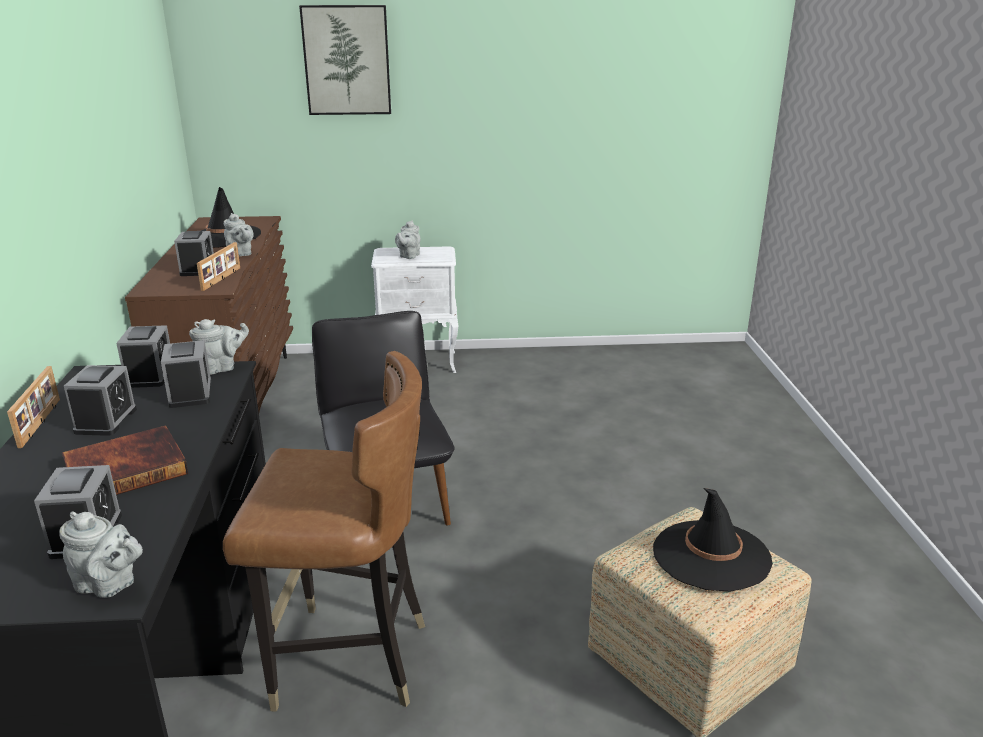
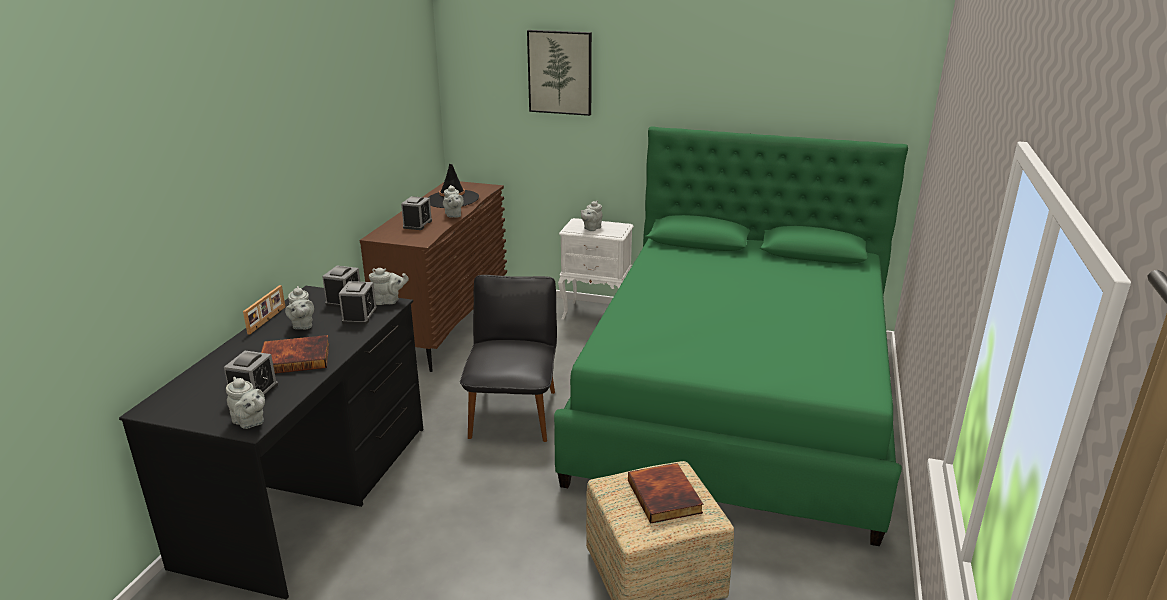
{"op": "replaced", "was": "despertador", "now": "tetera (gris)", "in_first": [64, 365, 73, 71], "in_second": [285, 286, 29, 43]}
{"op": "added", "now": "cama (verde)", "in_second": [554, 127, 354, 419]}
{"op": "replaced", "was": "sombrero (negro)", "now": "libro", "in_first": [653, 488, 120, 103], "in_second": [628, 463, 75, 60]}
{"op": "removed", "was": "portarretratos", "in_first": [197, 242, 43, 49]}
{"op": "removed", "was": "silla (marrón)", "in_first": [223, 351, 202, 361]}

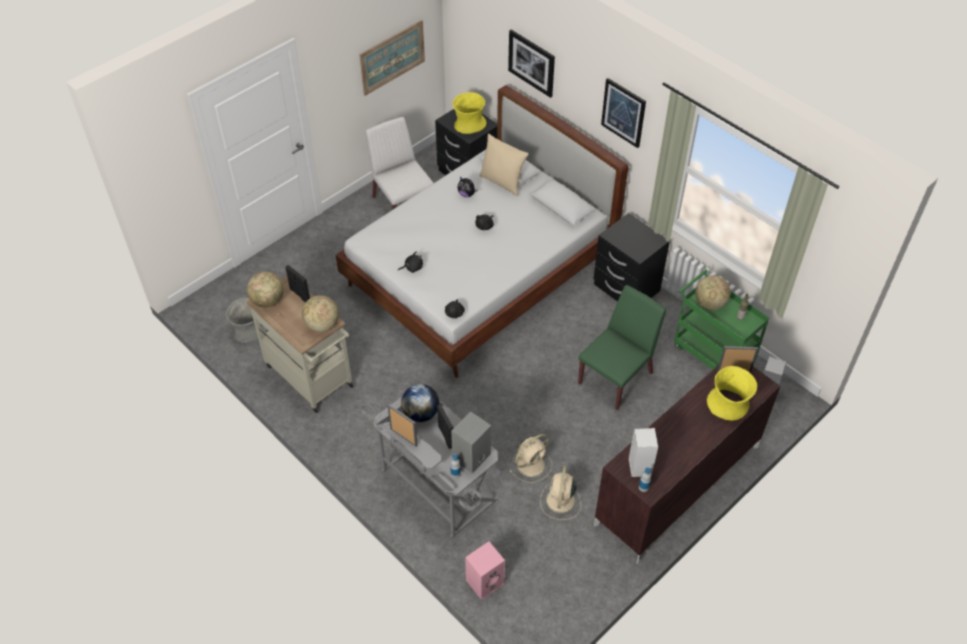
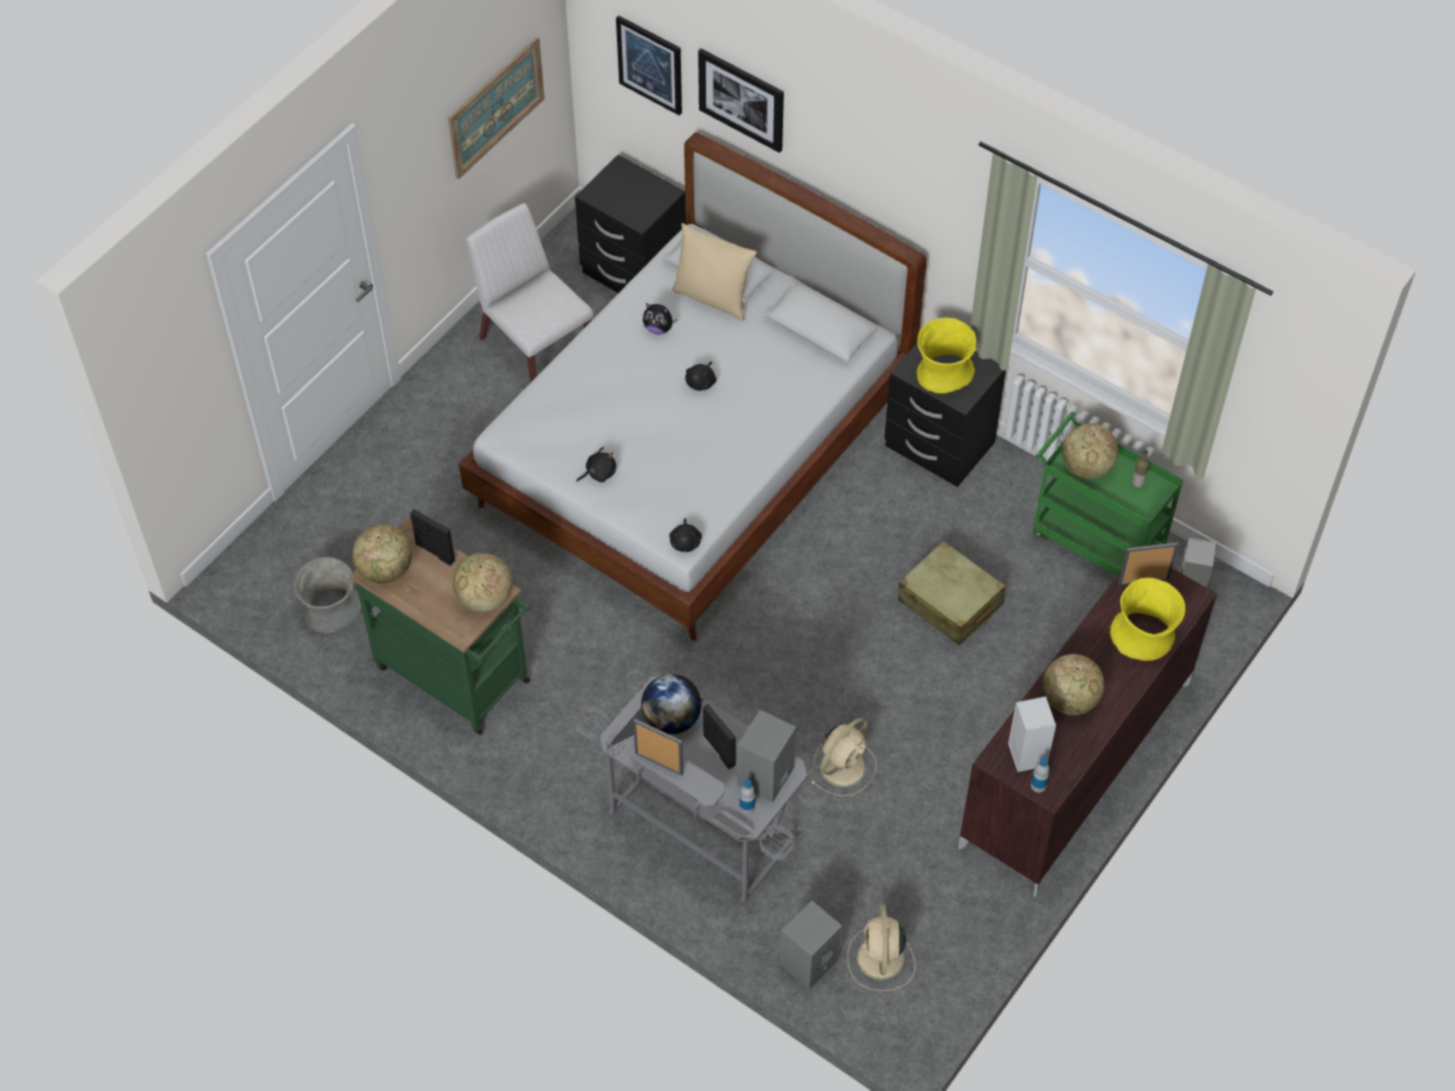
{"op": "recoloured", "was": "carrito (beis)", "now": "carrito (verde)", "in_first": [246, 276, 107, 137], "in_second": [350, 518, 180, 217]}
{"op": "moved", "was": "cuadro", "in_first": [601, 78, 45, 70], "in_second": [616, 15, 66, 101]}
{"op": "recoloured", "was": "altavoz (rosa)", "now": "altavoz (gris)", "in_first": [465, 541, 40, 59], "in_second": [780, 901, 62, 89]}
{"op": "moved", "was": "ventilador (beis)", "in_first": [540, 465, 41, 55], "in_second": [848, 904, 68, 87]}
{"op": "replaced", "was": "silla (verde)", "now": "maleta (beis)", "in_first": [578, 285, 88, 125], "in_second": [898, 541, 108, 104]}
{"op": "moved", "was": "florero (amarillo)", "in_first": [453, 92, 34, 42], "in_second": [917, 318, 59, 75]}
{"op": "added", "now": "globo terráqueo", "in_second": [1043, 654, 61, 61]}

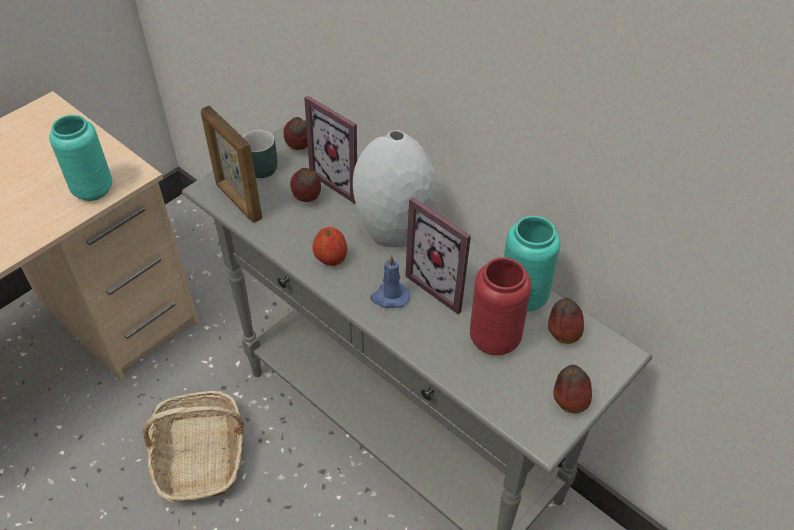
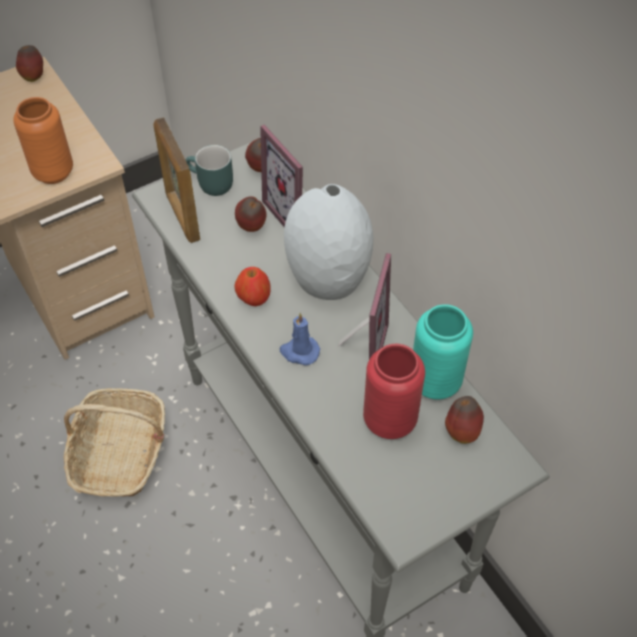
{"op": "recoloured", "was": "florero (turquesa)", "now": "florero (naranja)", "in_first": [49, 115, 63, 86], "in_second": [13, 97, 60, 87]}
{"op": "moved", "was": "manzana", "in_first": [553, 365, 39, 49], "in_second": [16, 45, 27, 37]}
{"op": "turned", "was": "portarretratos", "in_first": [405, 197, 66, 117], "in_second": [338, 253, 53, 106], "clockwise": -135}

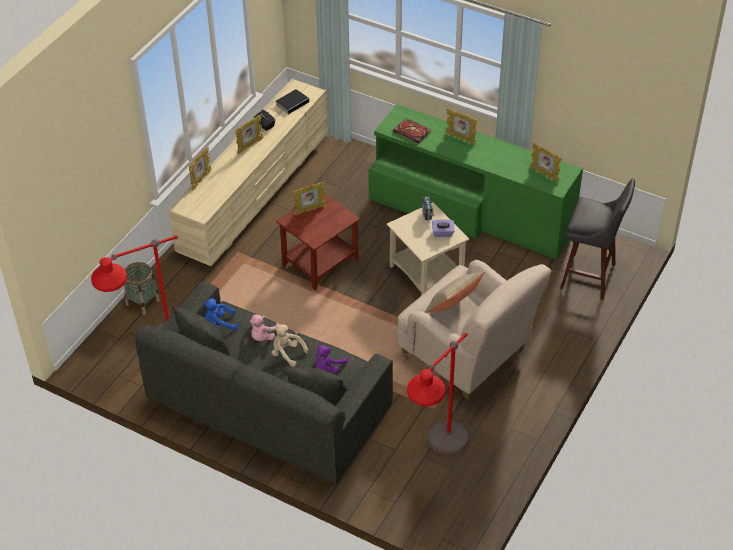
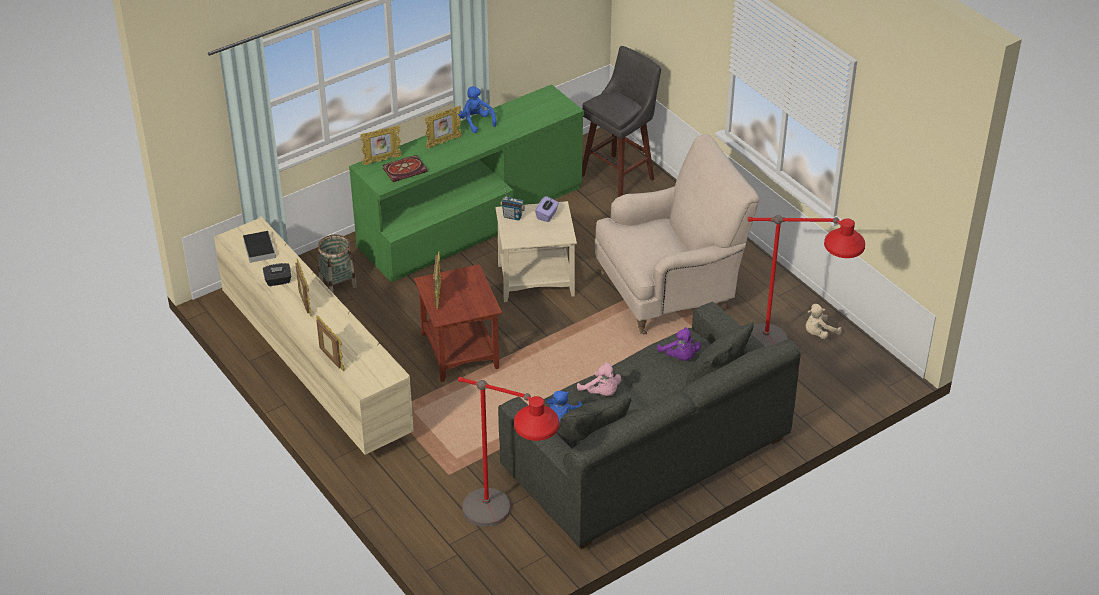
{"op": "moved", "was": "cesta", "in_first": [124, 262, 36, 53], "in_second": [318, 235, 39, 59]}
{"op": "moved", "was": "portarretratos", "in_first": [530, 142, 32, 40], "in_second": [360, 125, 42, 40]}
{"op": "added", "now": "peluche (azul)", "in_second": [458, 86, 38, 47]}
{"op": "moved", "was": "peluche (beis)", "in_first": [271, 324, 37, 43], "in_second": [806, 304, 36, 35]}
{"op": "removed", "was": "cojín (beis)", "in_first": [425, 271, 60, 42]}

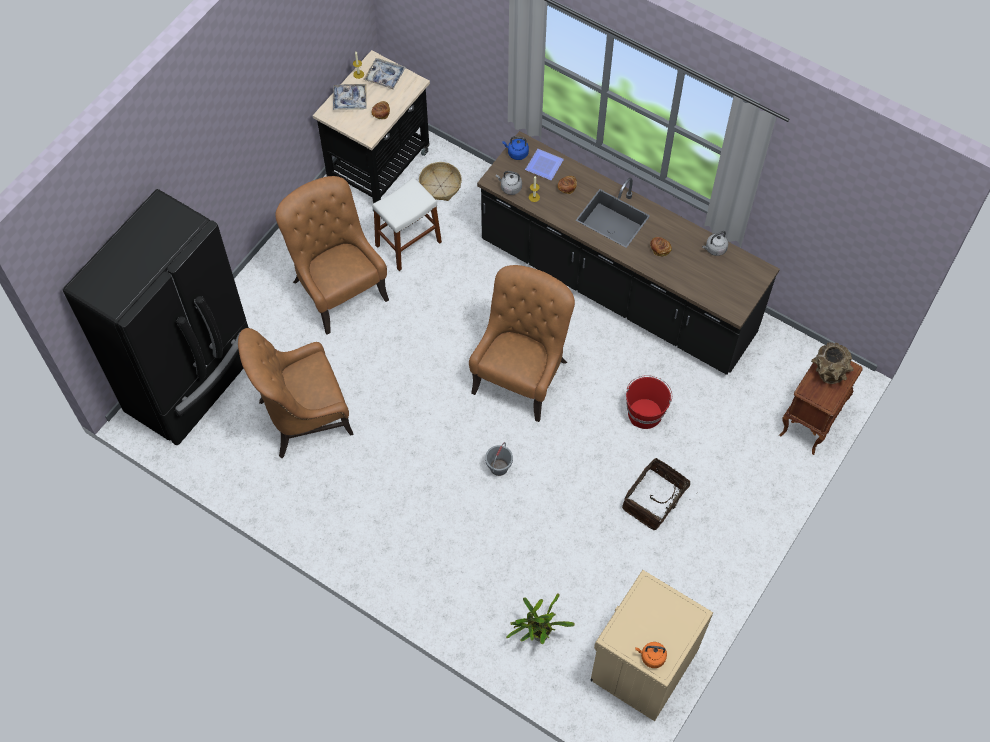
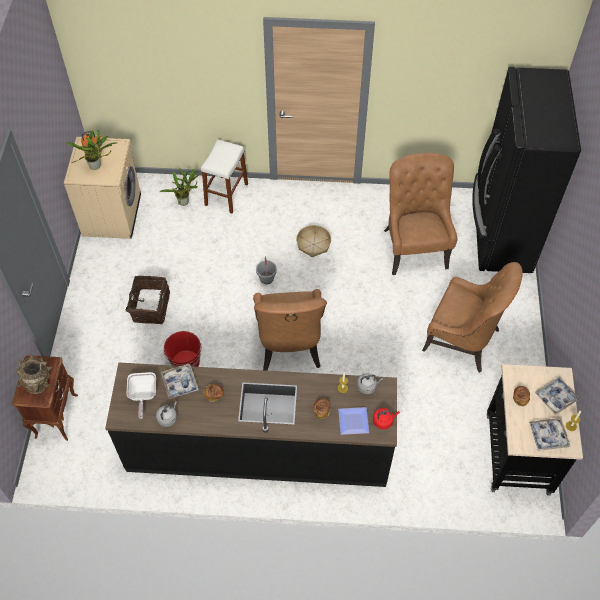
{"op": "added", "now": "planta en maceta", "in_second": [66, 129, 50, 41]}
{"op": "added", "now": "sartén", "in_second": [127, 372, 29, 47]}
{"op": "added", "now": "bandeja", "in_second": [161, 364, 38, 35]}
{"op": "moved", "was": "taburete (blanco)", "in_first": [372, 177, 70, 94], "in_second": [201, 139, 47, 75]}
{"op": "moved", "was": "cesta", "in_first": [419, 162, 43, 39], "in_second": [296, 225, 35, 32]}
{"op": "recoloured", "was": "hervidor (azul)", "now": "hervidor (rojo)", "in_first": [502, 136, 27, 24], "in_second": [373, 408, 27, 21]}
{"op": "turned", "was": "silla (marrón)", "in_first": [238, 328, 116, 130], "in_second": [384, 153, 73, 122], "clockwise": -45}

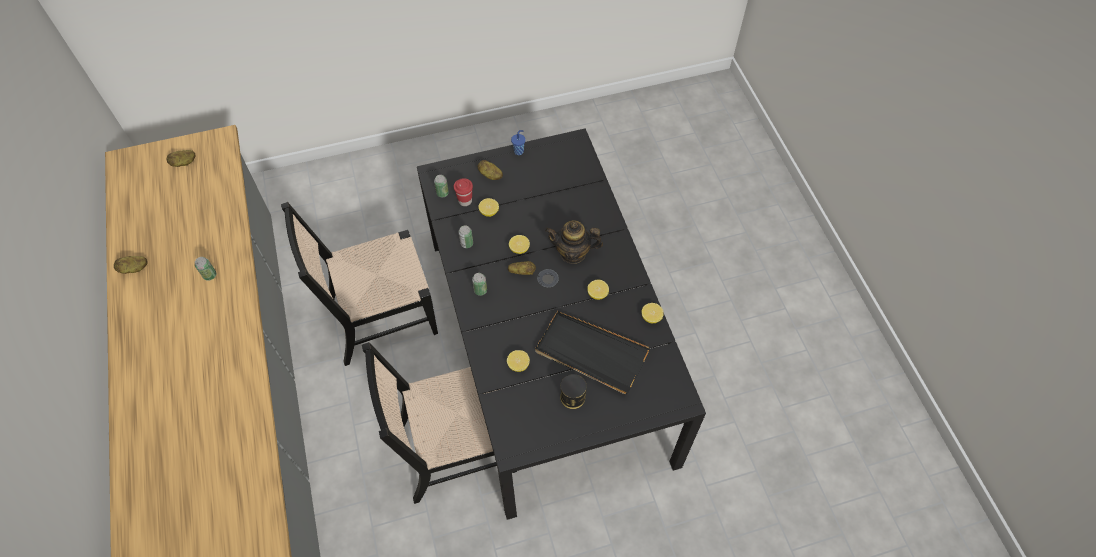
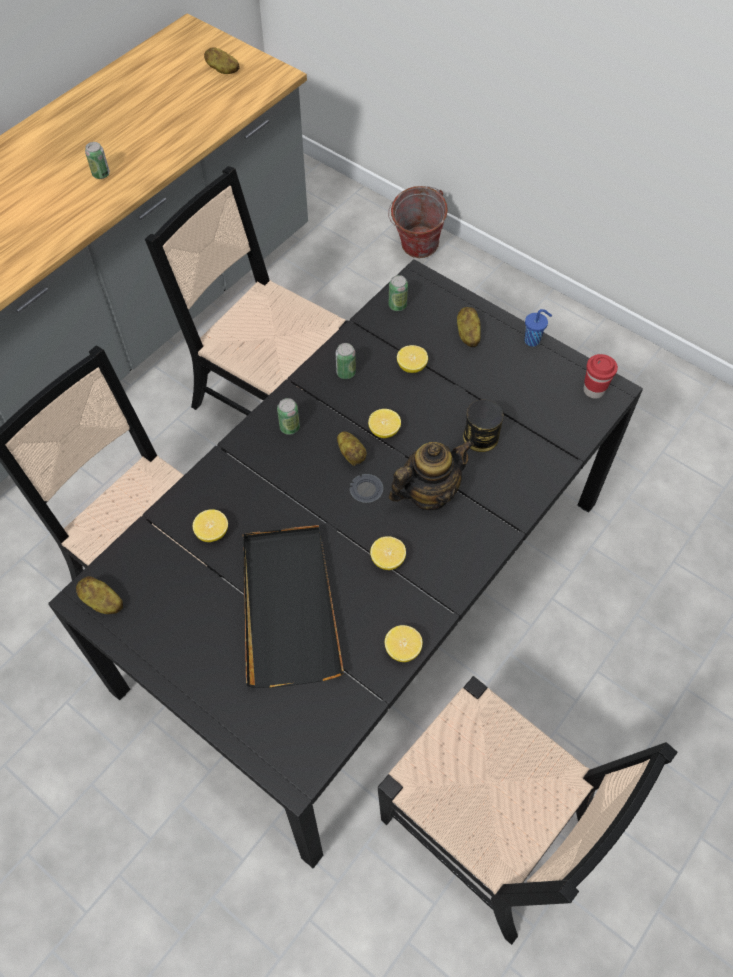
{"op": "moved", "was": "patata", "in_first": [114, 256, 34, 18], "in_second": [76, 576, 47, 38]}
{"op": "added", "now": "silla", "in_second": [378, 676, 300, 269]}
{"op": "added", "now": "cubo", "in_second": [388, 186, 60, 72]}
{"op": "turned", "was": "tetera", "in_first": [545, 221, 58, 43], "in_second": [389, 440, 85, 70], "clockwise": 90}
{"op": "moved", "was": "lata", "in_first": [560, 374, 27, 35], "in_second": [463, 400, 41, 52]}
{"op": "moved", "was": "taza (rojo)", "in_first": [454, 178, 19, 28], "in_second": [584, 354, 34, 45]}

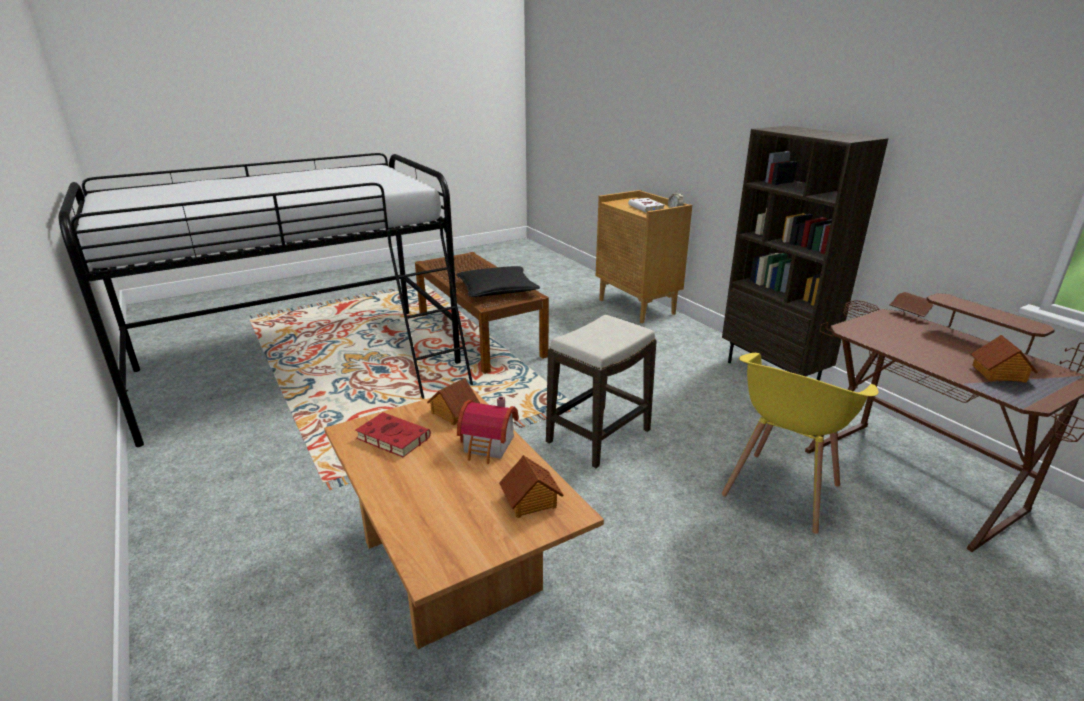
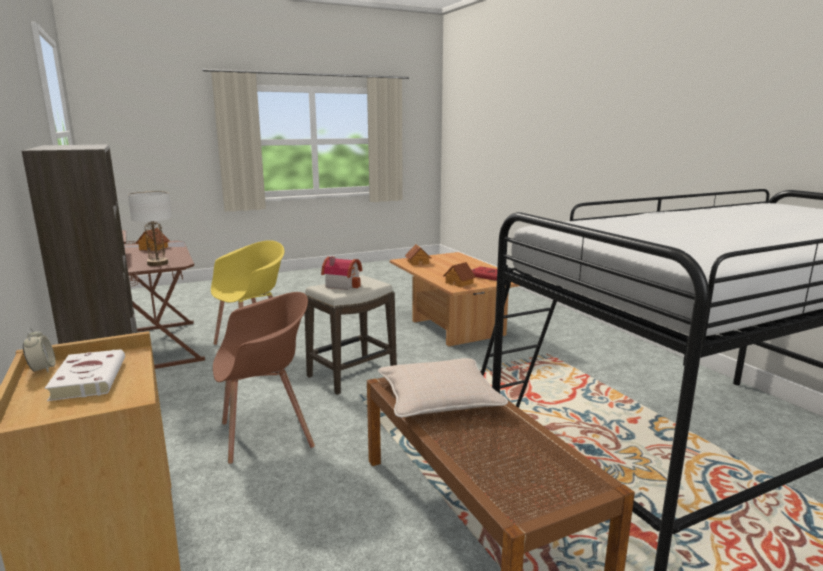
{"op": "added", "now": "lámpara de mesa", "in_second": [128, 191, 44, 75]}
{"op": "added", "now": "silla (marrón)", "in_second": [213, 292, 102, 172]}
{"op": "moved", "was": "casita", "in_first": [457, 396, 62, 68], "in_second": [321, 256, 41, 34]}
{"op": "recoloured", "was": "cojín (negro)", "now": "cojín (beis)", "in_first": [456, 266, 84, 31], "in_second": [378, 358, 130, 59]}

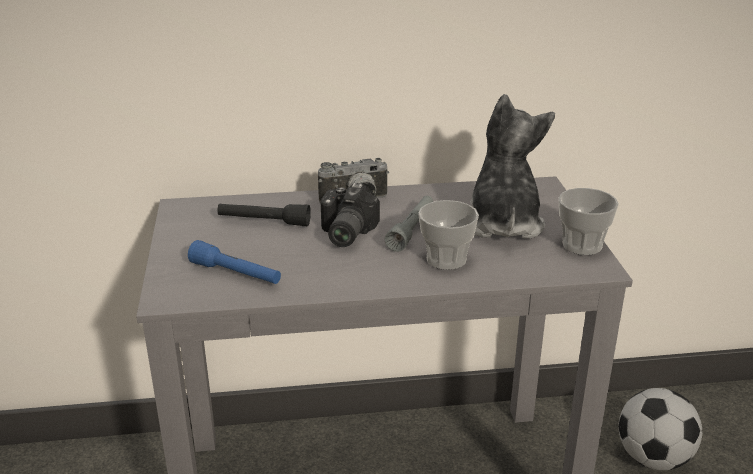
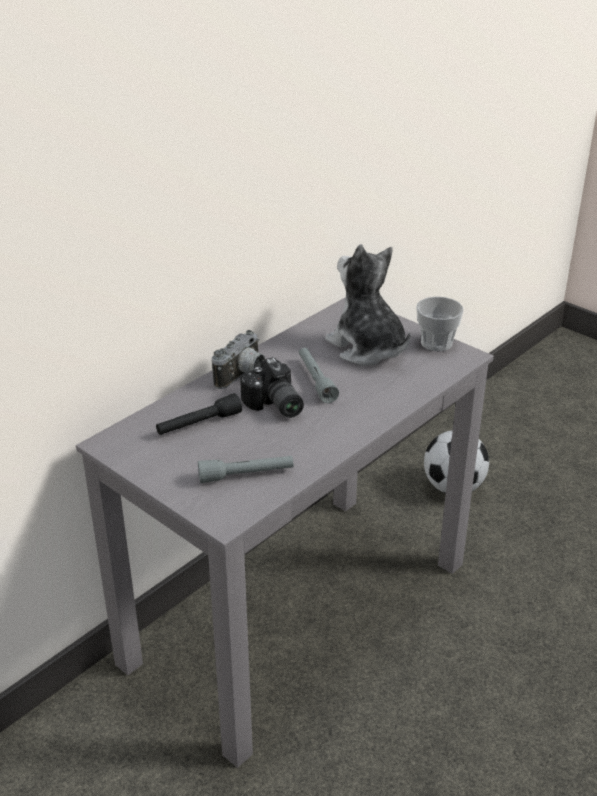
{"op": "recoloured", "was": "linterna (azul)", "now": "linterna (gris)", "in_first": [188, 240, 93, 44], "in_second": [198, 456, 96, 27]}
{"op": "removed", "was": "taza", "in_first": [418, 200, 61, 70]}

